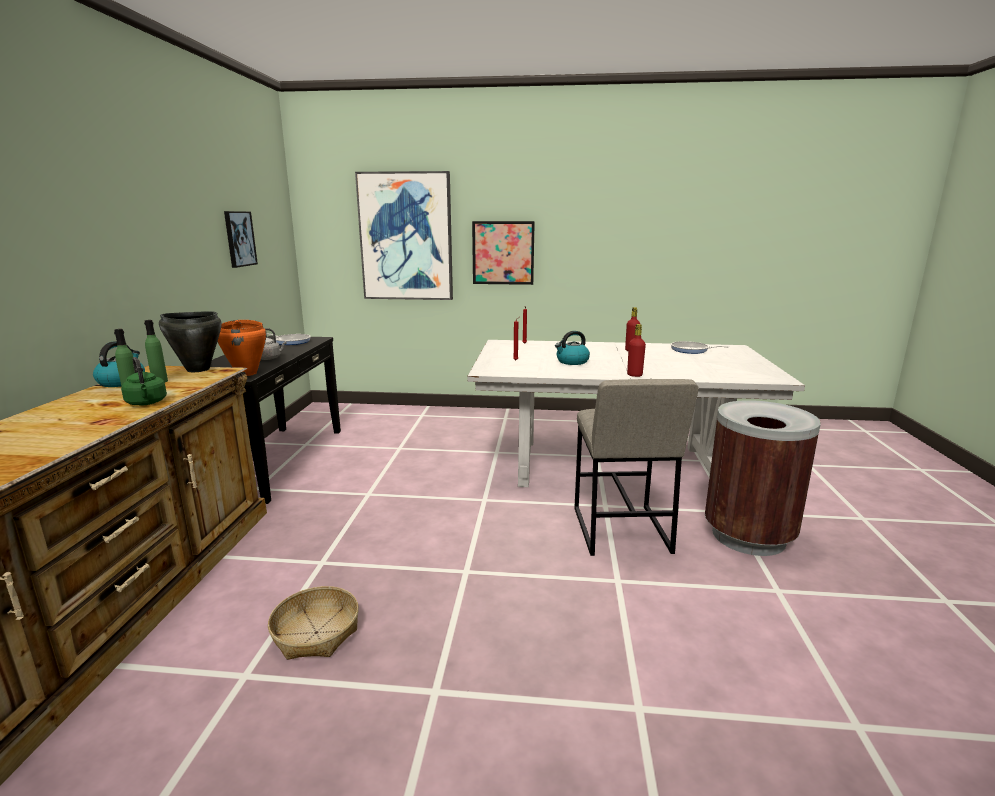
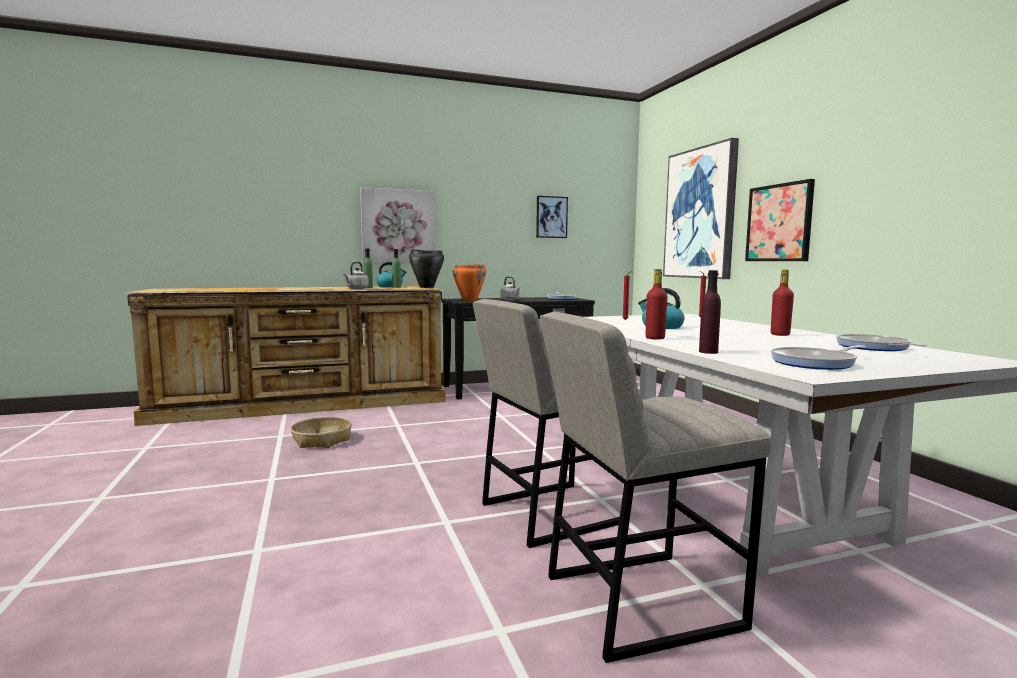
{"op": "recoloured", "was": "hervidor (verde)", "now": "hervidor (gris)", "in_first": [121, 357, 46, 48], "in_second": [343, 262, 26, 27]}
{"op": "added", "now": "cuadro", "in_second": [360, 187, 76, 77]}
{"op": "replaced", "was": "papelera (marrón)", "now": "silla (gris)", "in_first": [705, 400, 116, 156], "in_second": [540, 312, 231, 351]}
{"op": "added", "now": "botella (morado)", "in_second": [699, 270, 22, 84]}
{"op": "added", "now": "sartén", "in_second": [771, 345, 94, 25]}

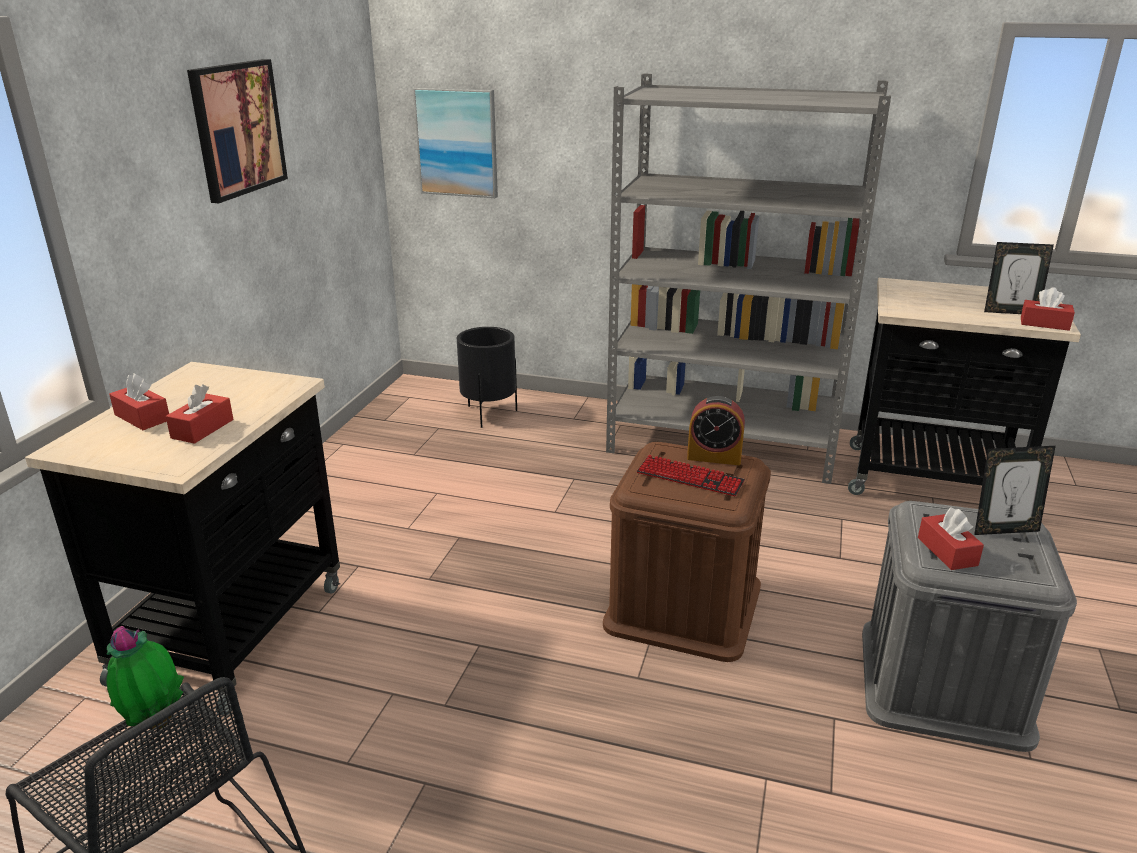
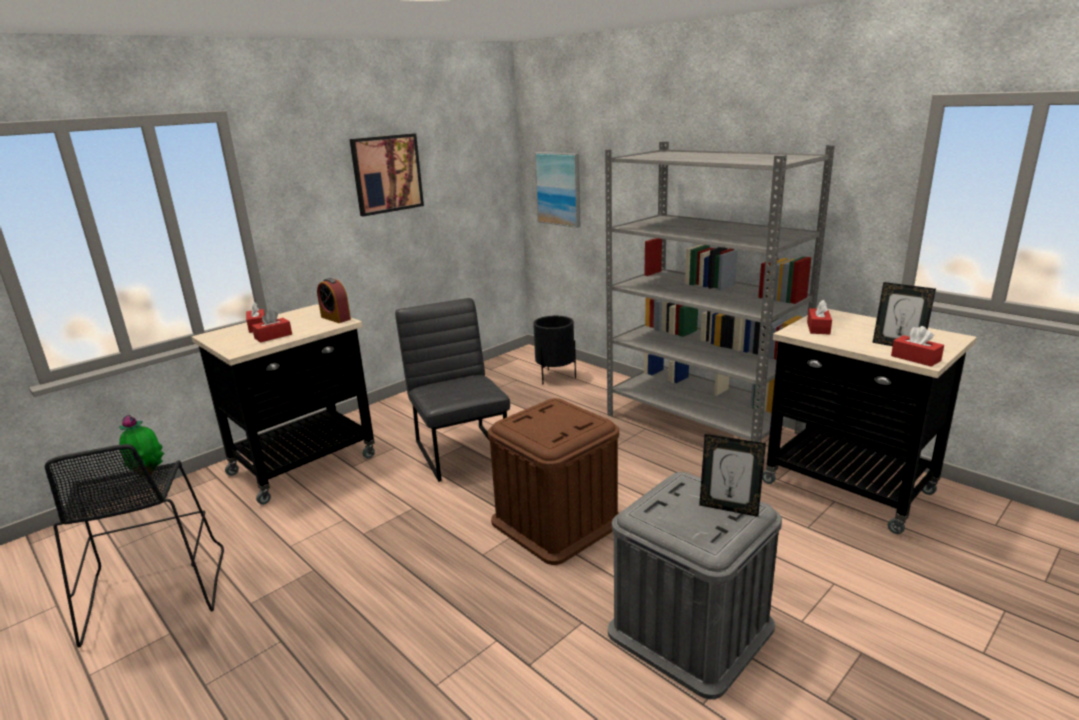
{"op": "moved", "was": "despertador", "in_first": [687, 396, 58, 69], "in_second": [317, 278, 34, 45]}
{"op": "added", "now": "silla (gris)", "in_second": [395, 298, 115, 184]}
{"op": "moved", "was": "caja de pañuelos (rojo)", "in_first": [918, 507, 66, 63], "in_second": [807, 300, 25, 35]}
{"op": "removed", "was": "teclado", "in_first": [637, 455, 108, 41]}

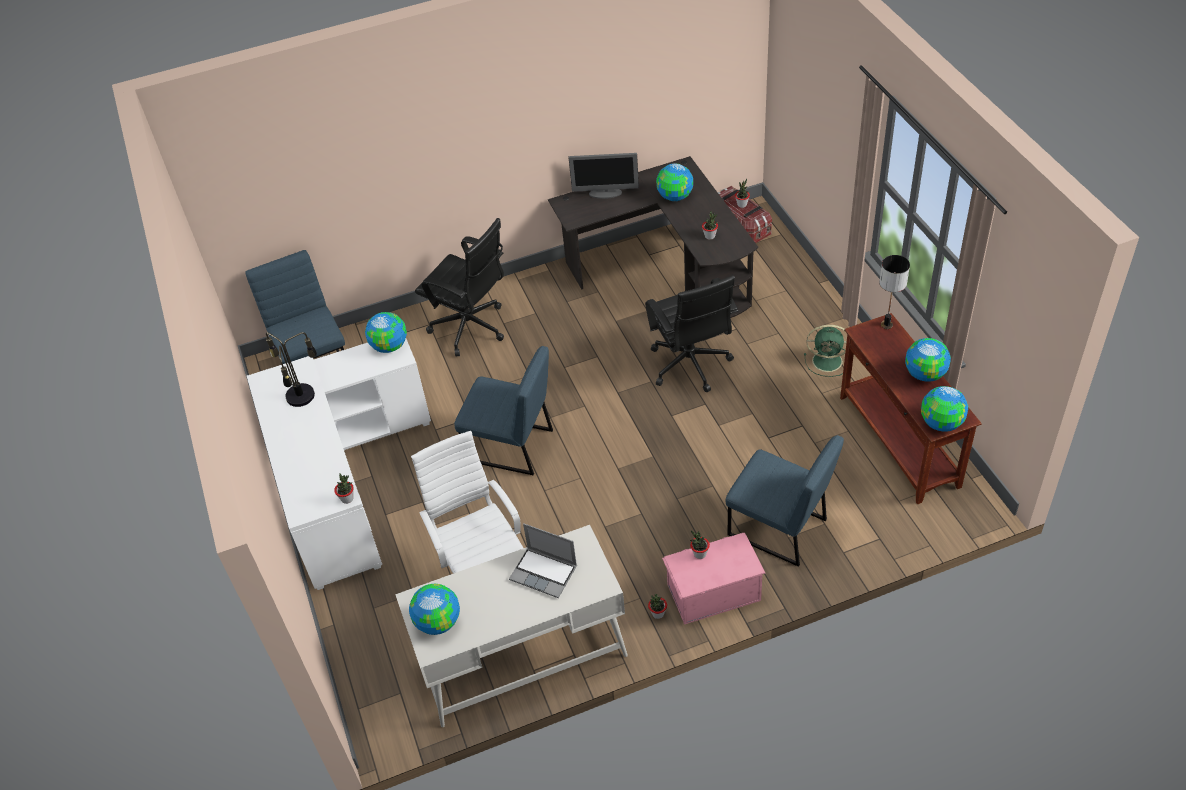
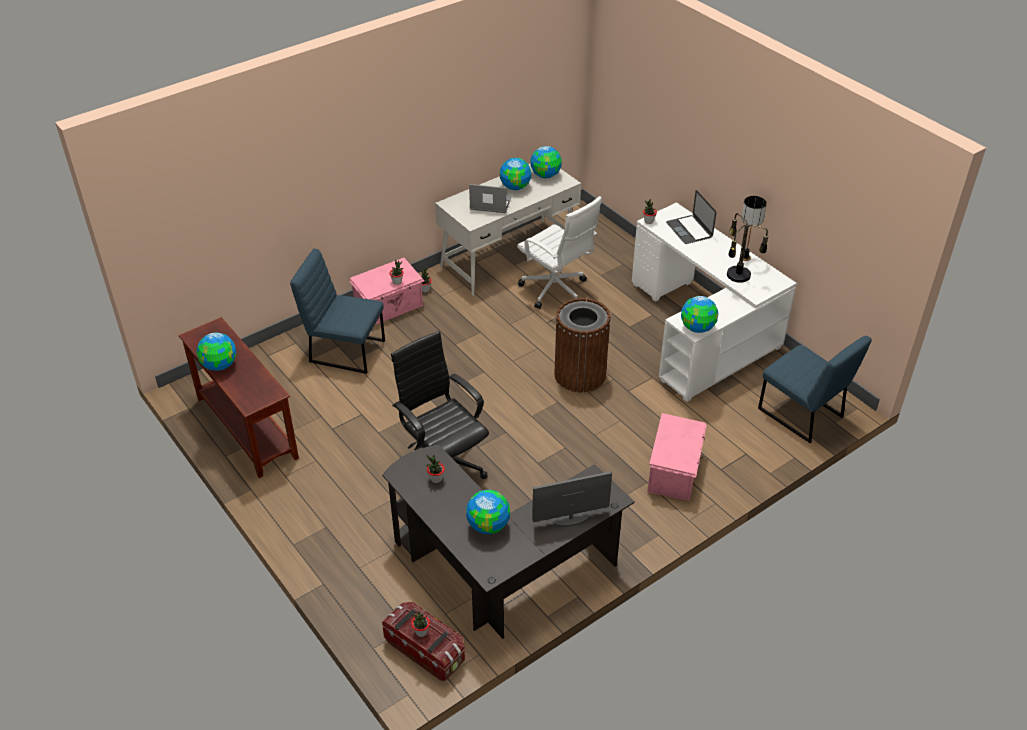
{"op": "moved", "was": "globo terráqueo", "in_first": [921, 386, 47, 46], "in_second": [500, 158, 31, 32]}
{"op": "replaced", "was": "silla (azul)", "now": "papelera (marrón)", "in_first": [454, 346, 99, 129], "in_second": [555, 298, 56, 94]}
{"op": "replaced", "was": "silla de oficina (negro)", "now": "caja de almacenaje (rosa)", "in_first": [415, 218, 89, 139], "in_second": [647, 413, 60, 88]}
{"op": "added", "now": "portátil", "in_second": [666, 190, 50, 54]}
{"op": "moved", "was": "lámpara de mesa", "in_first": [879, 255, 31, 74], "in_second": [741, 196, 26, 65]}
{"op": "removed", "was": "ventilador (verde)", "in_first": [804, 325, 43, 52]}

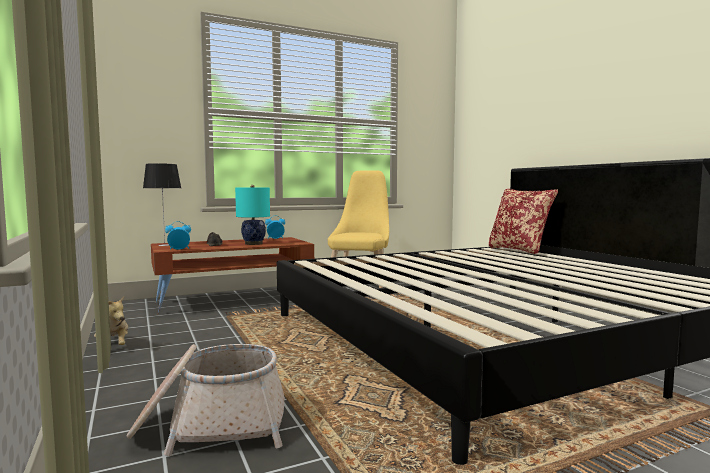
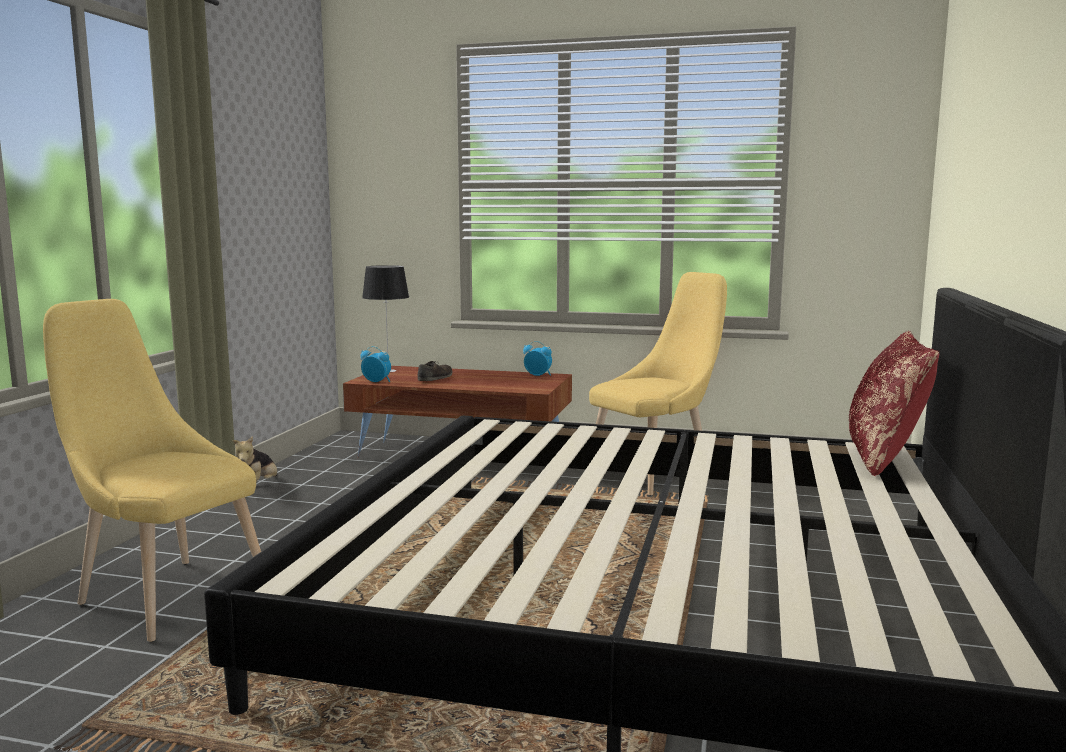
{"op": "replaced", "was": "cesta", "now": "silla (amarillo)", "in_first": [126, 344, 159, 112], "in_second": [43, 299, 218, 343]}
{"op": "removed", "was": "lámpara de mesa (turquesa)", "in_first": [235, 185, 35, 60]}

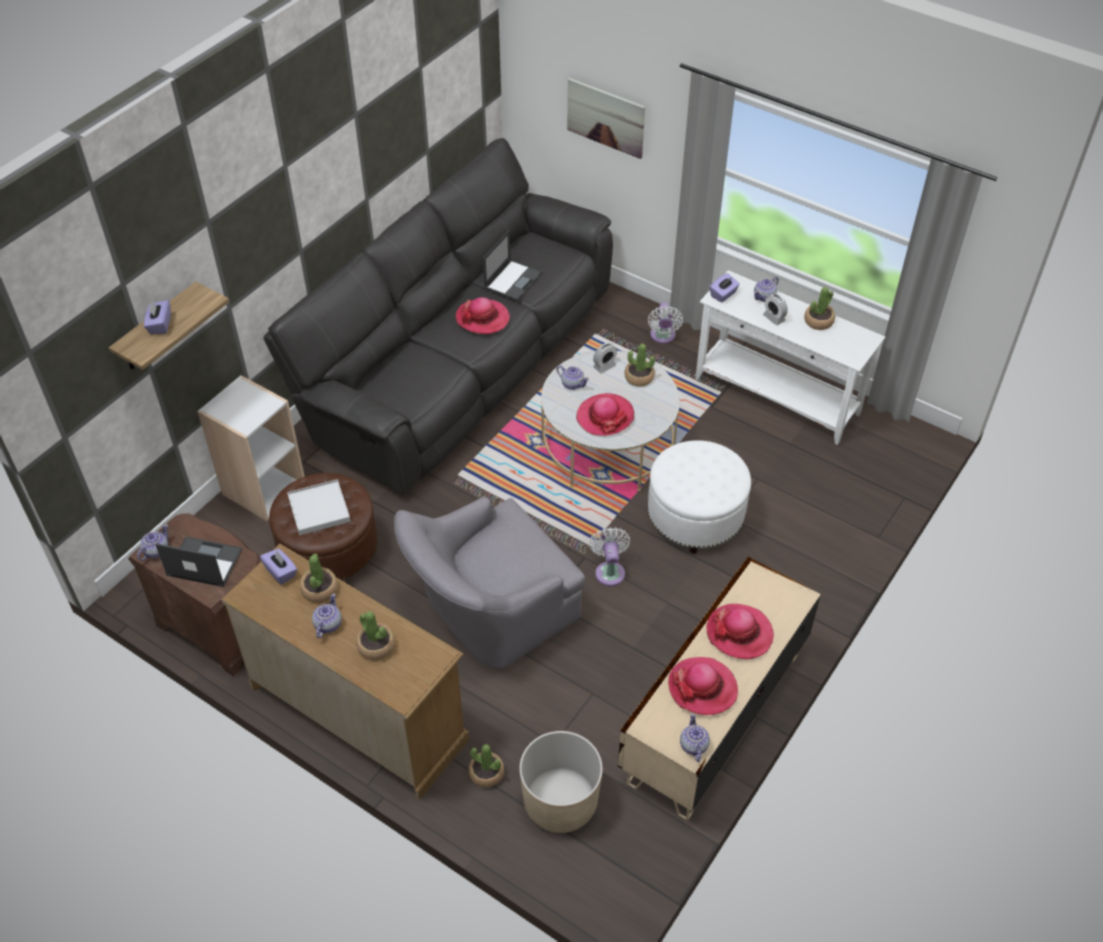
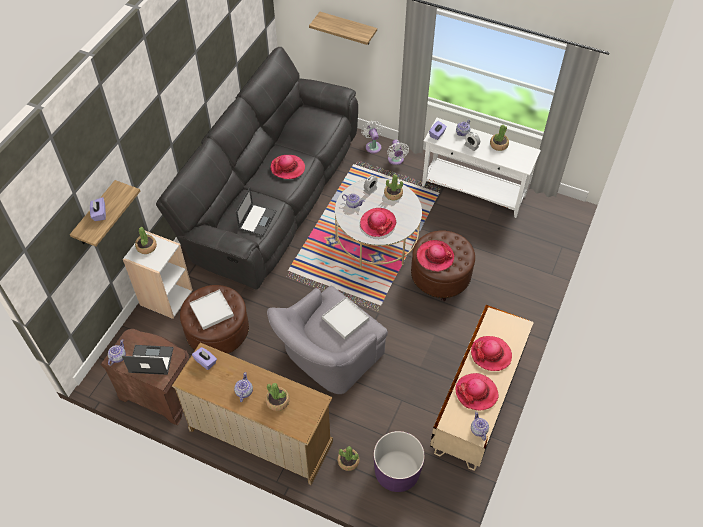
{"op": "moved", "was": "planta en maceta", "in_first": [300, 553, 38, 50], "in_second": [135, 227, 22, 27]}
{"op": "moved", "was": "portátil", "in_first": [483, 230, 59, 71], "in_second": [236, 187, 40, 49]}
{"op": "replaced", "was": "cuadro", "now": "estante", "in_first": [567, 78, 78, 81], "in_second": [309, 12, 68, 33]}
{"op": "added", "now": "bandeja (blanco)", "in_second": [322, 297, 47, 42]}
{"op": "moved", "was": "ventilador (blanco)", "in_first": [589, 527, 41, 59], "in_second": [361, 121, 21, 33]}
{"op": "recoloured", "was": "maceta (beis)", "now": "maceta (morado)", "in_first": [520, 731, 83, 102], "in_second": [374, 431, 51, 61]}
{"op": "recoloured", "was": "puf (blanco)", "now": "puf (marrón)", "in_first": [648, 440, 103, 114], "in_second": [411, 230, 64, 71]}
{"op": "added", "now": "sombrero", "in_second": [417, 240, 37, 32]}

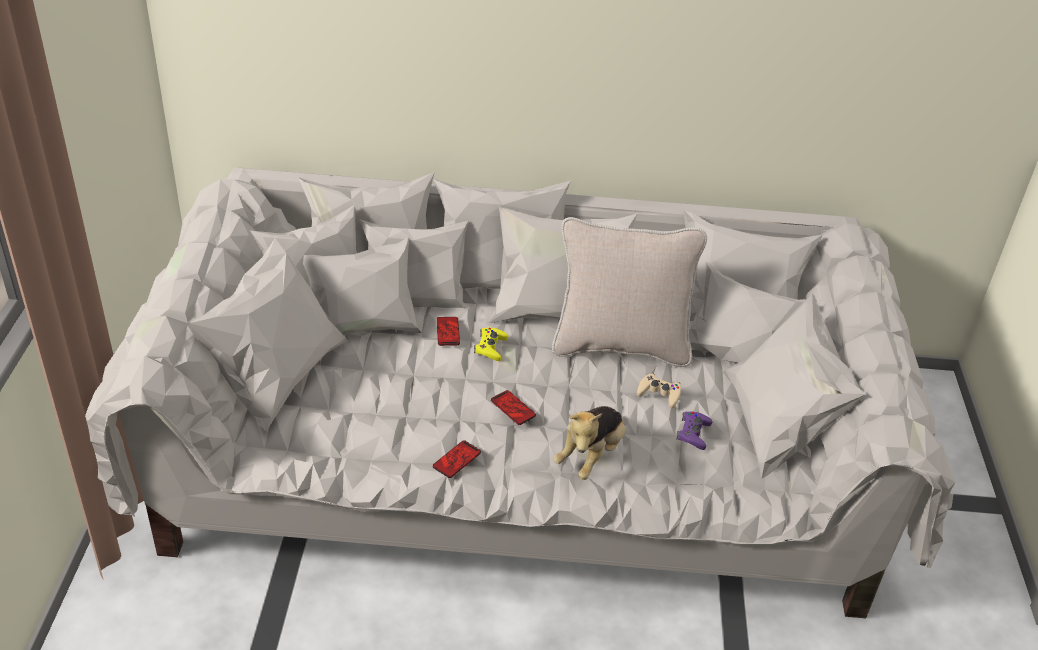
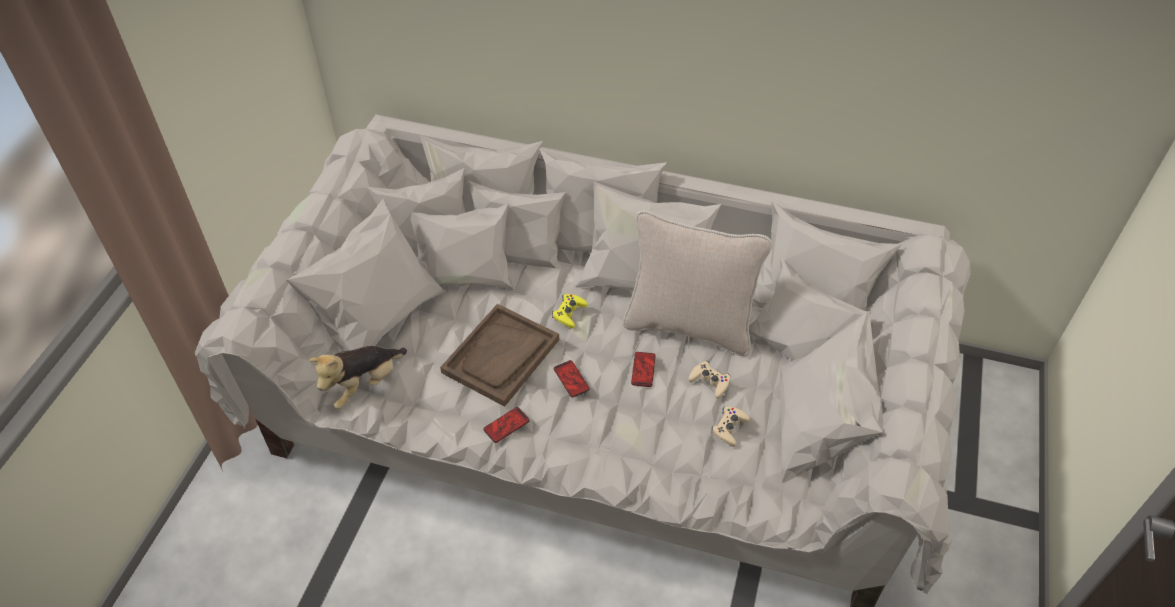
{"op": "moved", "was": "peluche", "in_first": [553, 406, 72, 74], "in_second": [309, 346, 98, 63]}
{"op": "added", "now": "bandeja (marrón)", "in_second": [440, 304, 119, 103]}
{"op": "moved", "was": "móvil", "in_first": [437, 317, 23, 29], "in_second": [631, 352, 25, 35]}
{"op": "recoloured", "was": "mando de consola (morado)", "now": "mando de consola (beis)", "in_first": [677, 411, 35, 39], "in_second": [711, 406, 39, 41]}

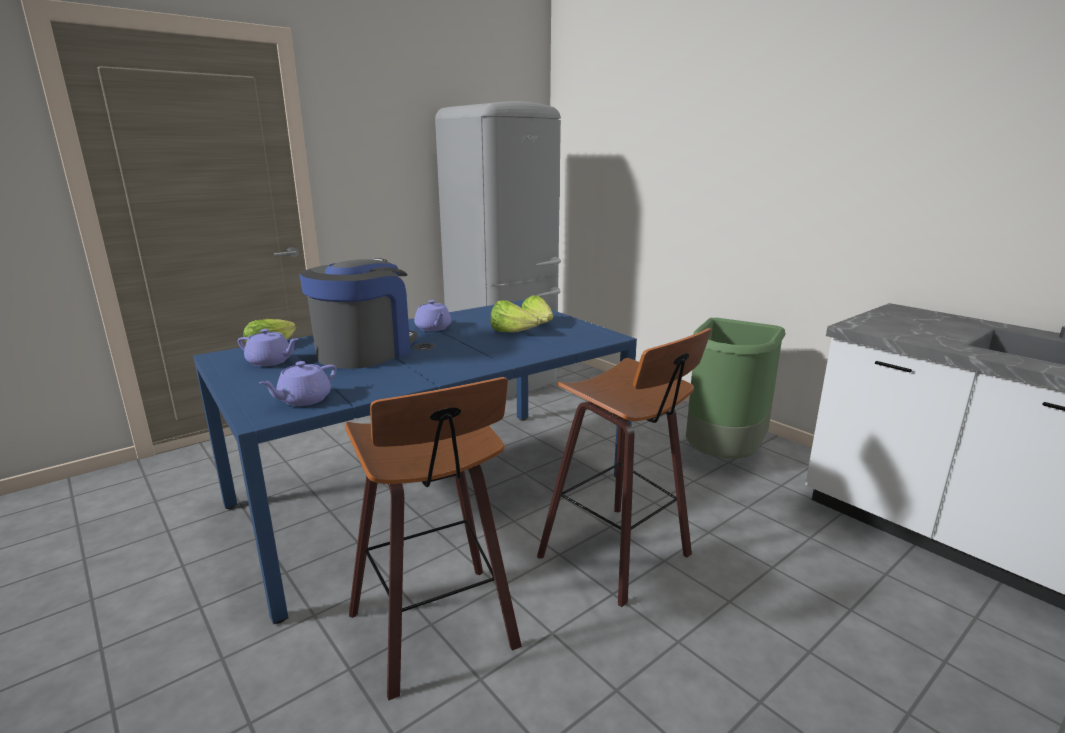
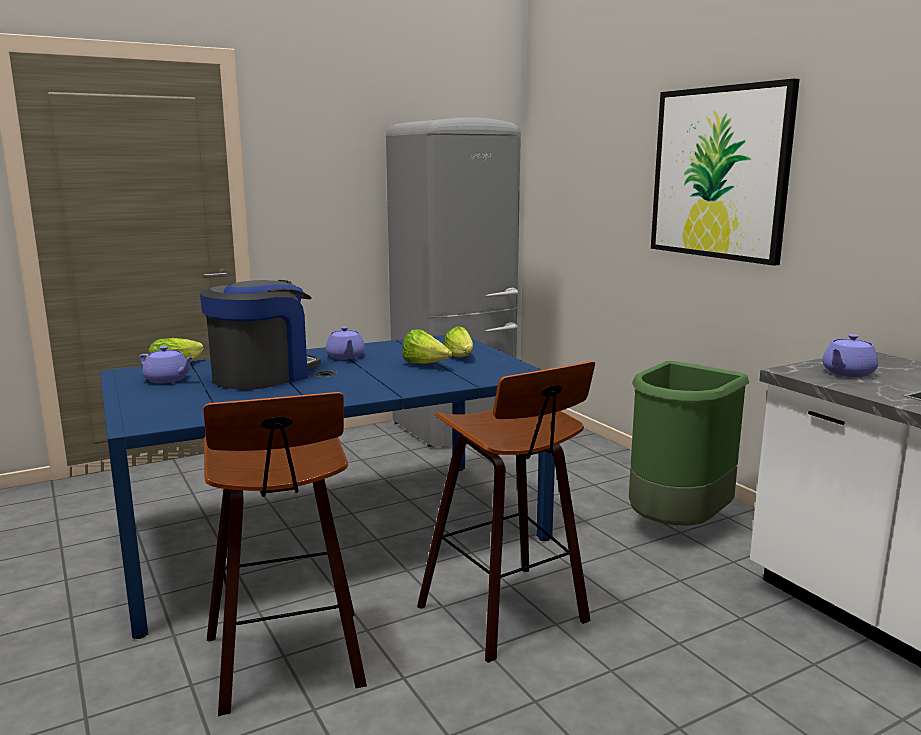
{"op": "added", "now": "cuadro", "in_second": [651, 78, 149, 188]}
{"op": "moved", "was": "tetera (morado)", "in_first": [259, 361, 78, 45], "in_second": [822, 334, 56, 43]}

